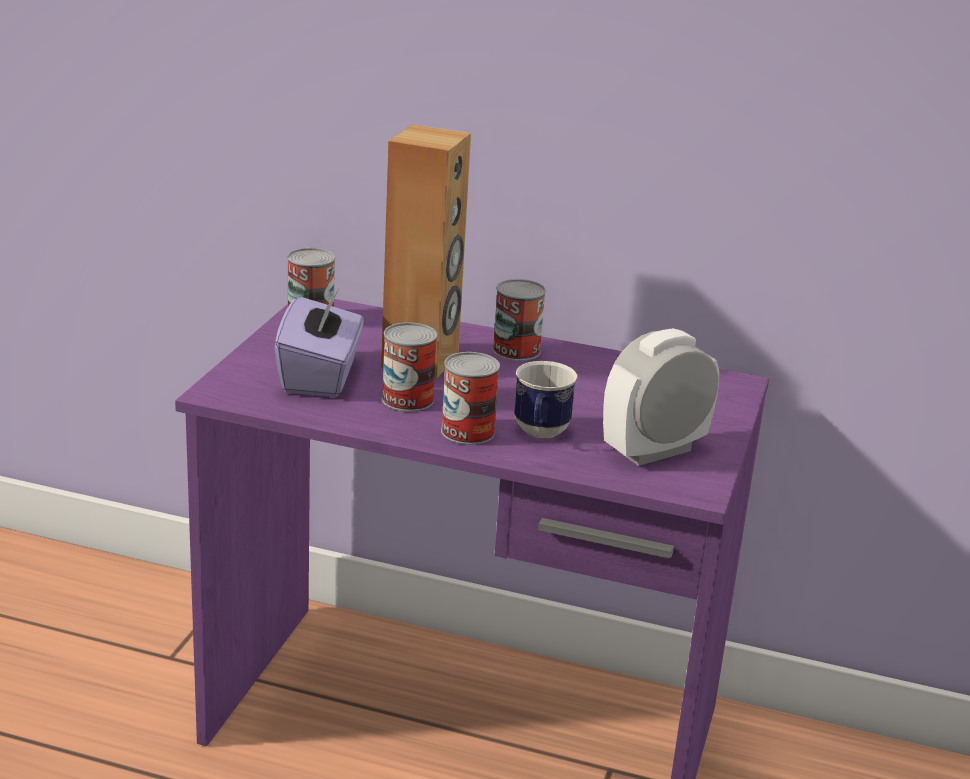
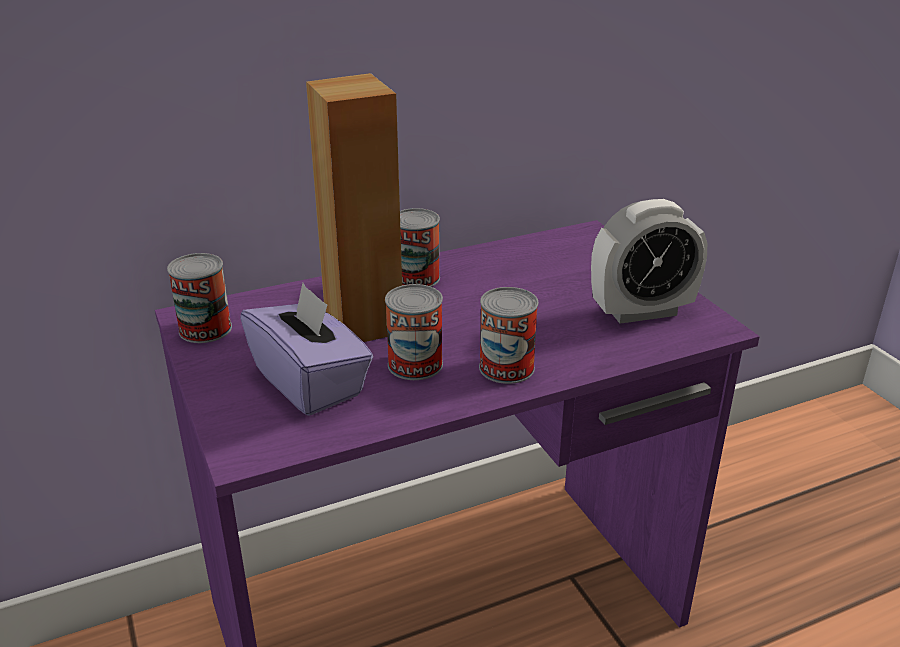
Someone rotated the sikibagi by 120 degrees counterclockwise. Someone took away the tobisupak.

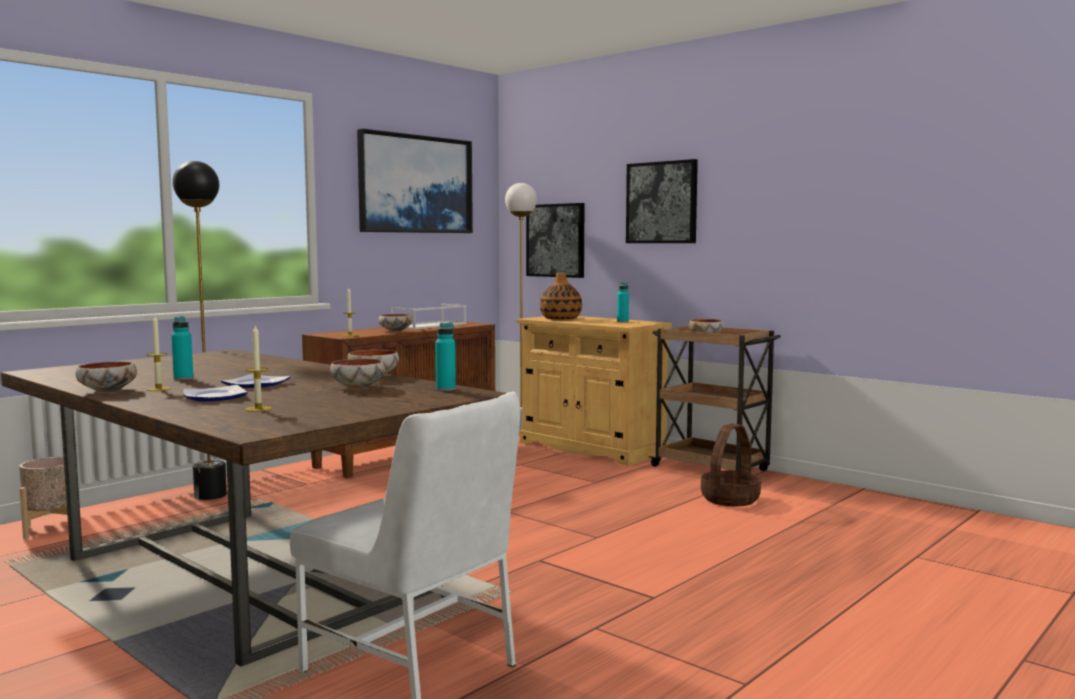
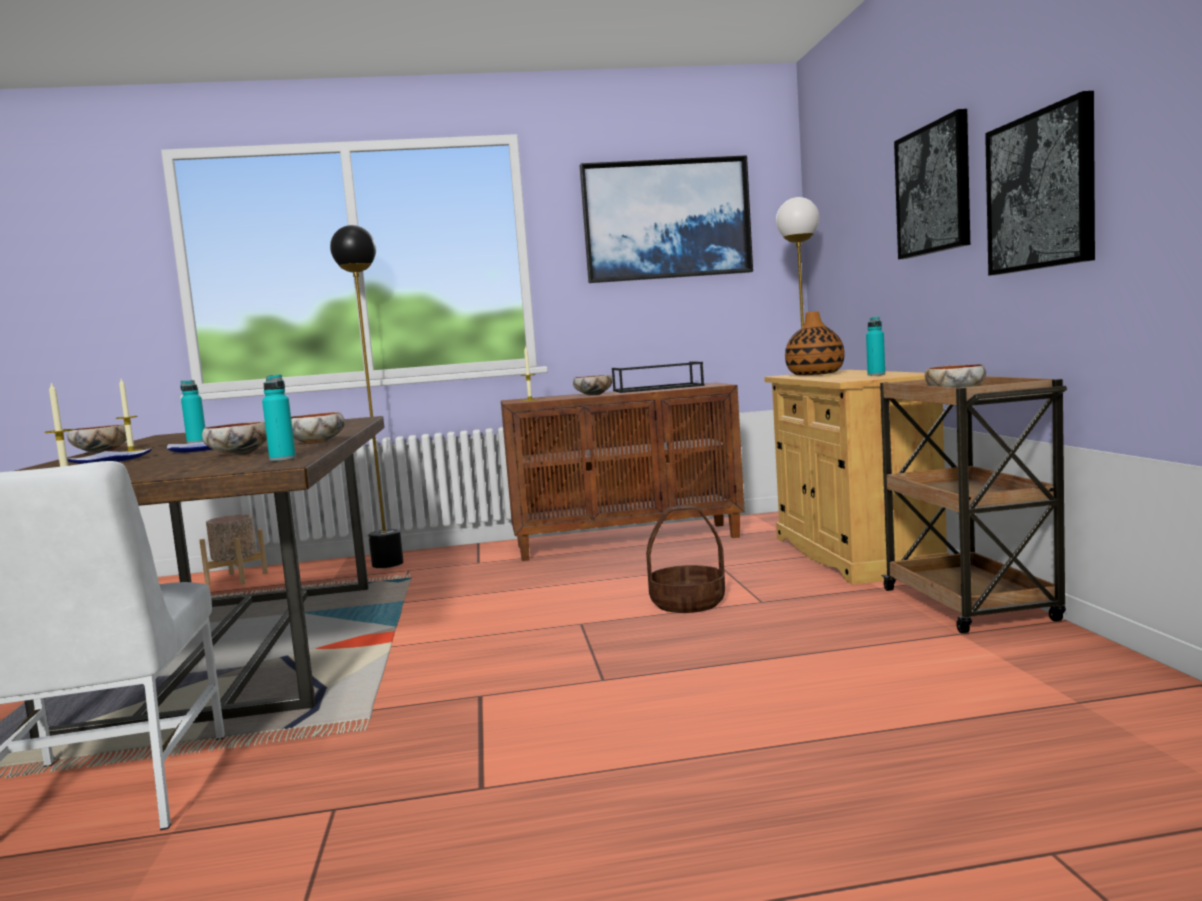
Someone carried the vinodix (2nd from left in the first image). Someone repainted the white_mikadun, which became the black_mikadun. Someone carried the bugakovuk.

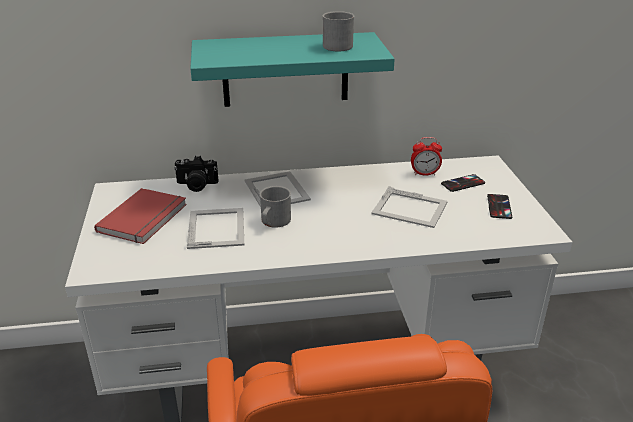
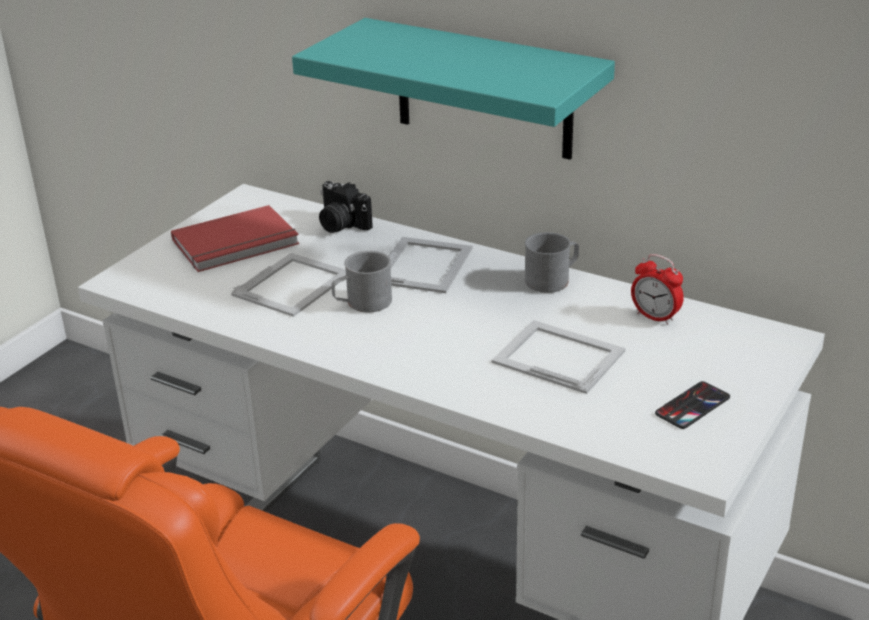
Someone carried the grey_tobisupak (2nd from left). Someone took away the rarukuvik (1st from left). Someone rotated the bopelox (3rd from left) by 150 degrees clockwise.

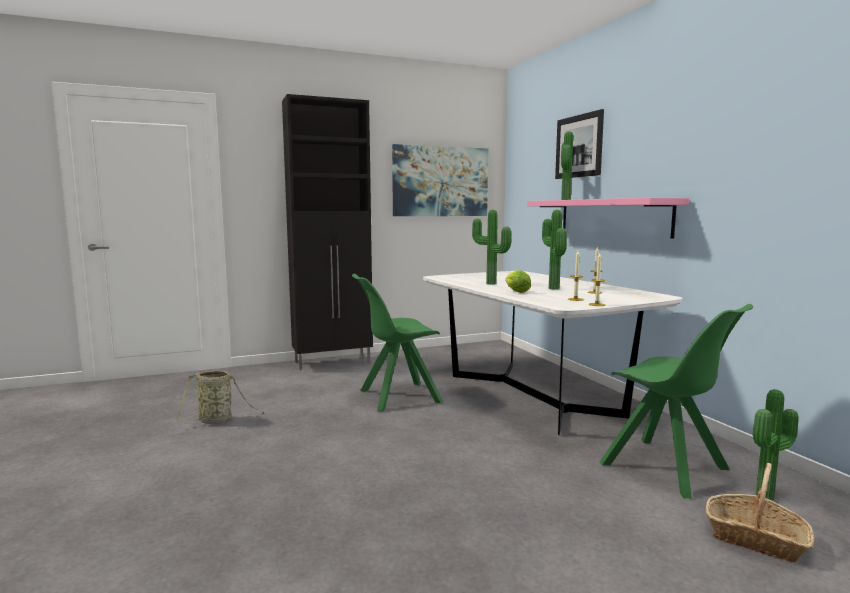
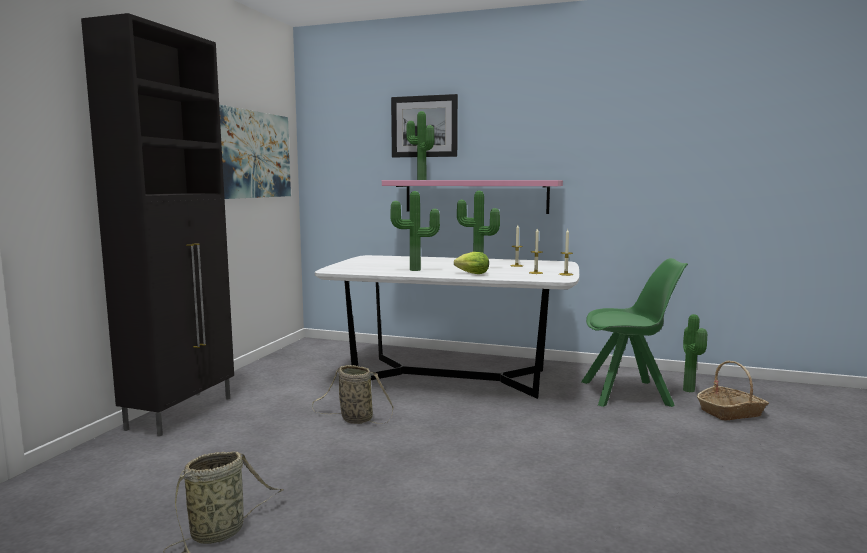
Someone swapped the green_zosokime (1st from left) for the bugakovuk (2nd from left).

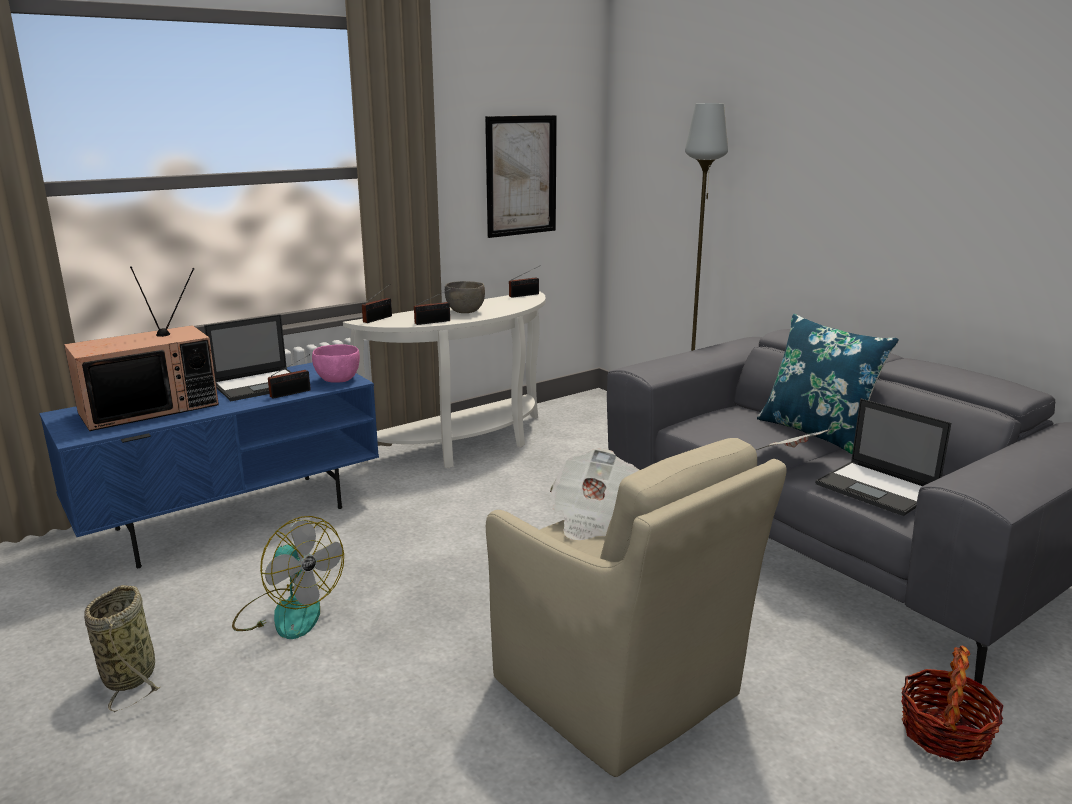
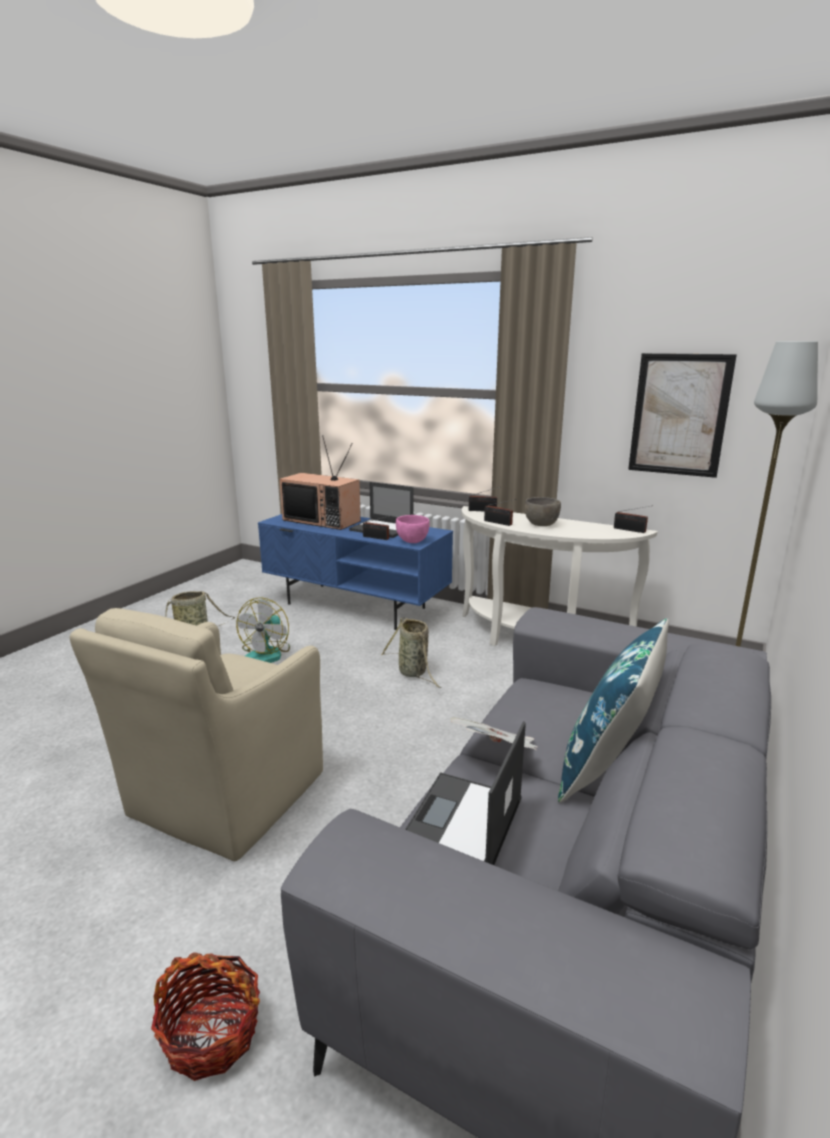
Someone took away the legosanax (1st from left). Someone put down the bugakovuk (3rd from left).

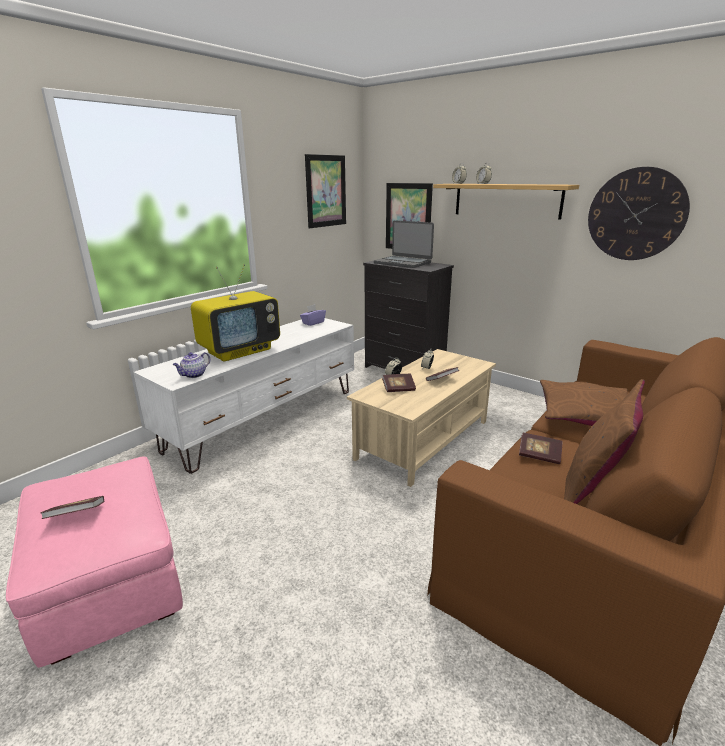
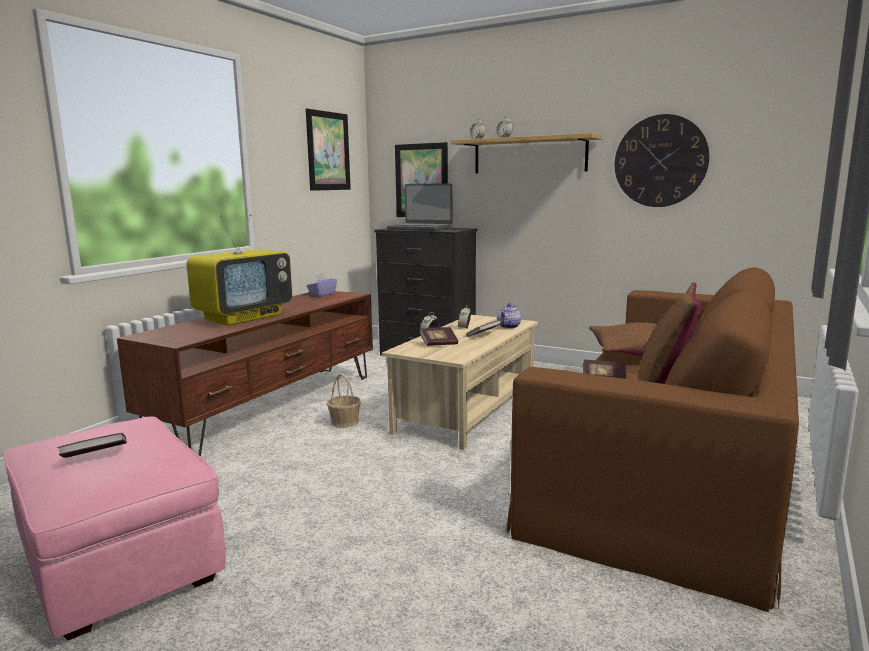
Someone repainted the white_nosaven, which became the brown_nosaven. Someone carried the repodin. Someone put down the bugakovuk.

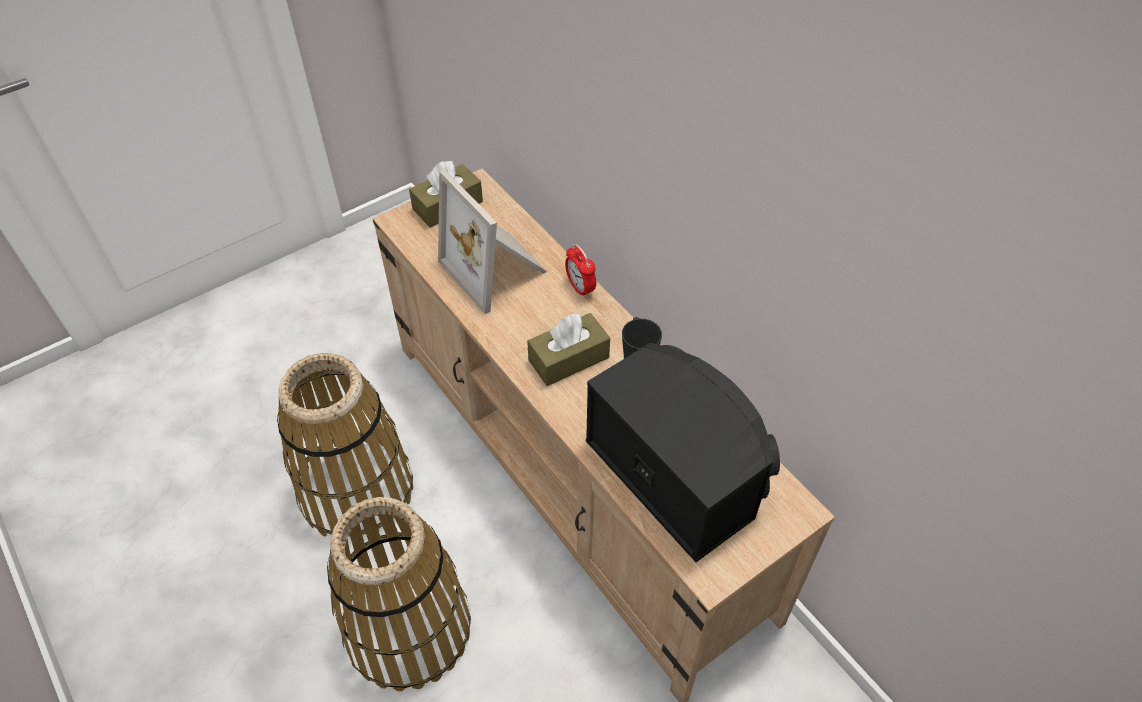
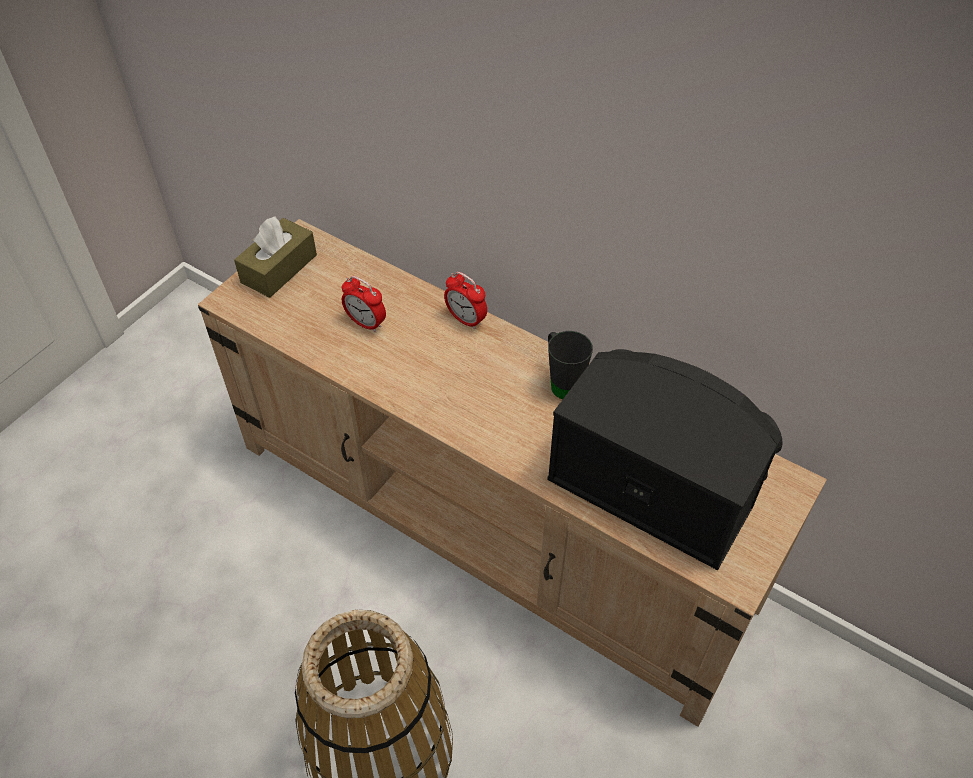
Someone swapped the bopelox for the sikibagi (1st from left). Someone took away the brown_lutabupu (2nd from left). Someone took away the bugakovuk (1st from left).

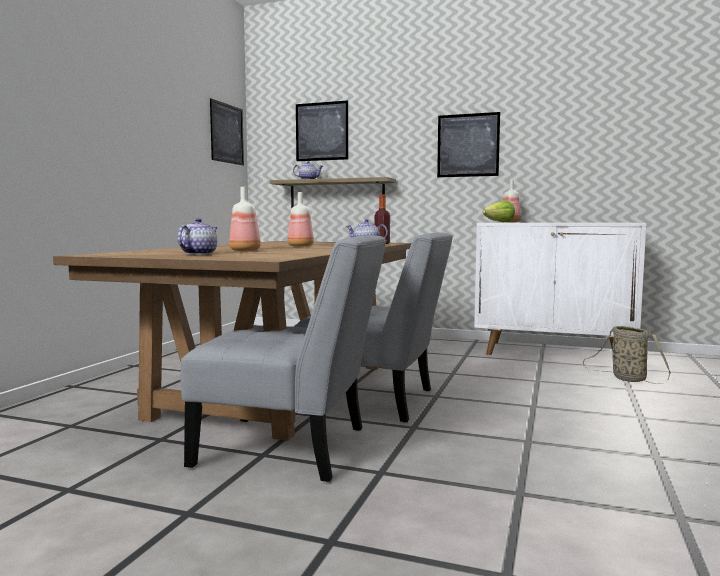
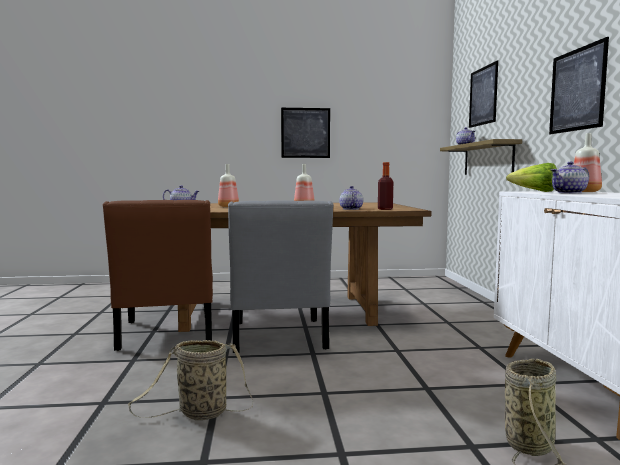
Someone carried the vinodix (1st from left). Someone repainted the grey_zosokime (1st from left), which became the brown_zosokime. Someone put down the repodin (4th from left). Someone put down the bugakovuk (1st from left).

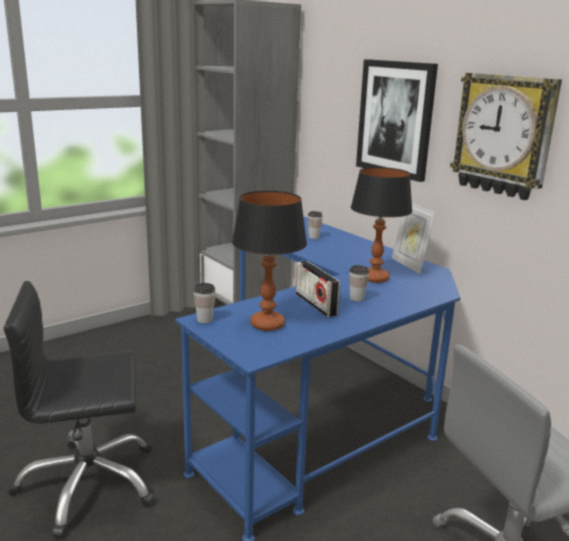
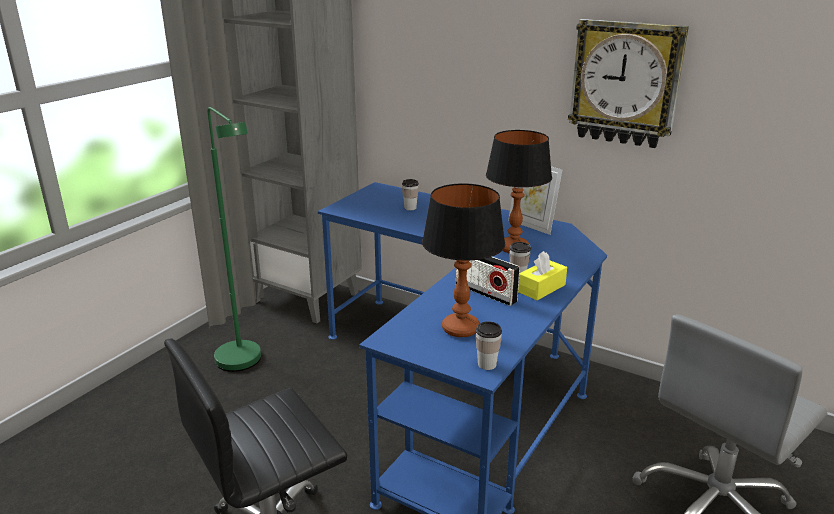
Someone took away the vinodix. Someone carried the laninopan (1st from left in the first image). Someone put down the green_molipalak. Someone put down the yellow_lutabupu.

